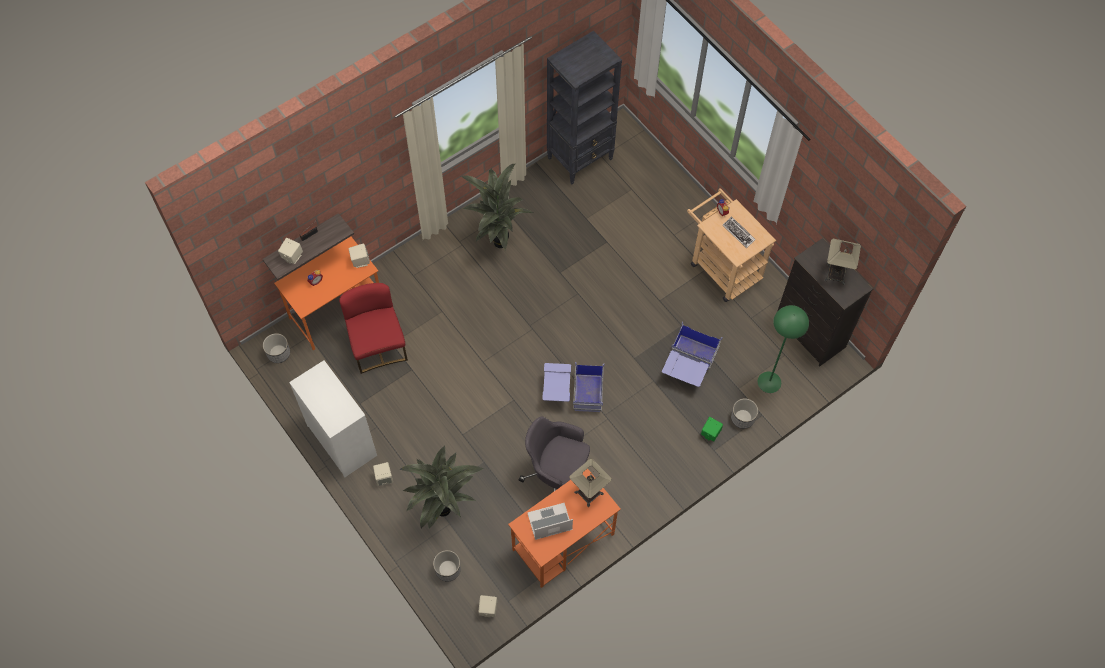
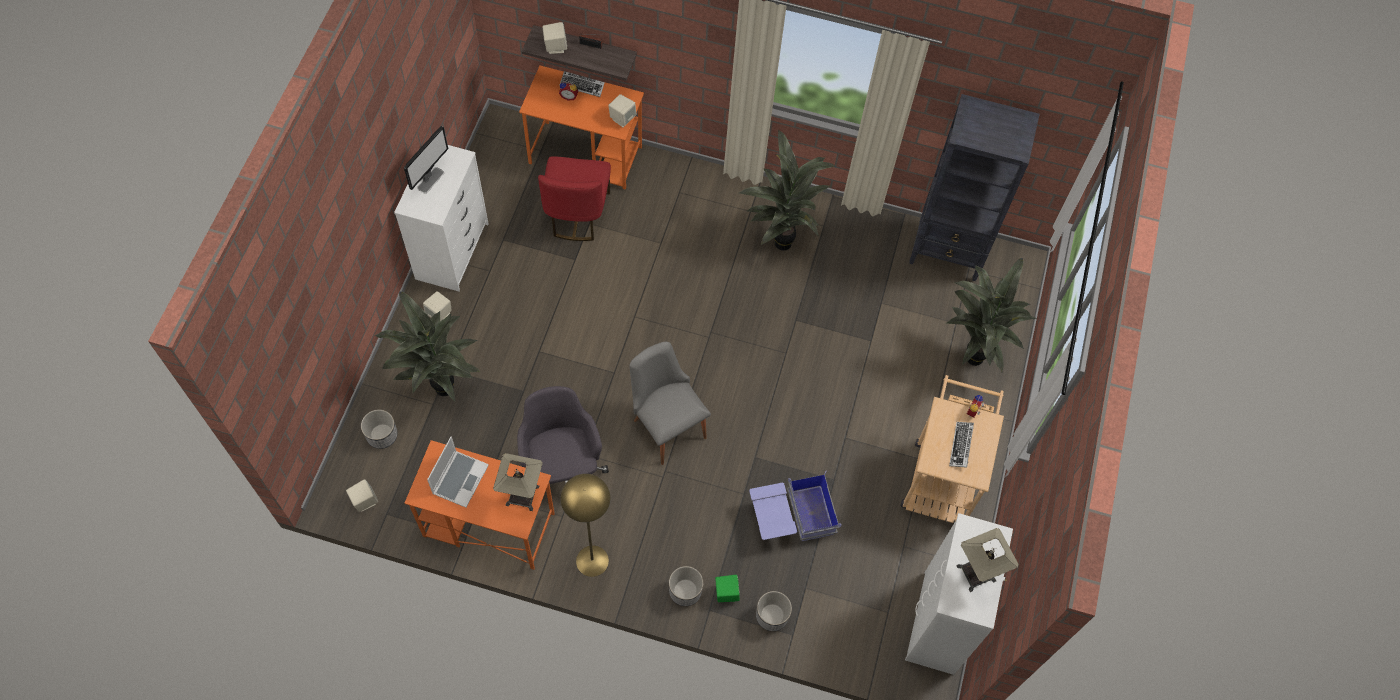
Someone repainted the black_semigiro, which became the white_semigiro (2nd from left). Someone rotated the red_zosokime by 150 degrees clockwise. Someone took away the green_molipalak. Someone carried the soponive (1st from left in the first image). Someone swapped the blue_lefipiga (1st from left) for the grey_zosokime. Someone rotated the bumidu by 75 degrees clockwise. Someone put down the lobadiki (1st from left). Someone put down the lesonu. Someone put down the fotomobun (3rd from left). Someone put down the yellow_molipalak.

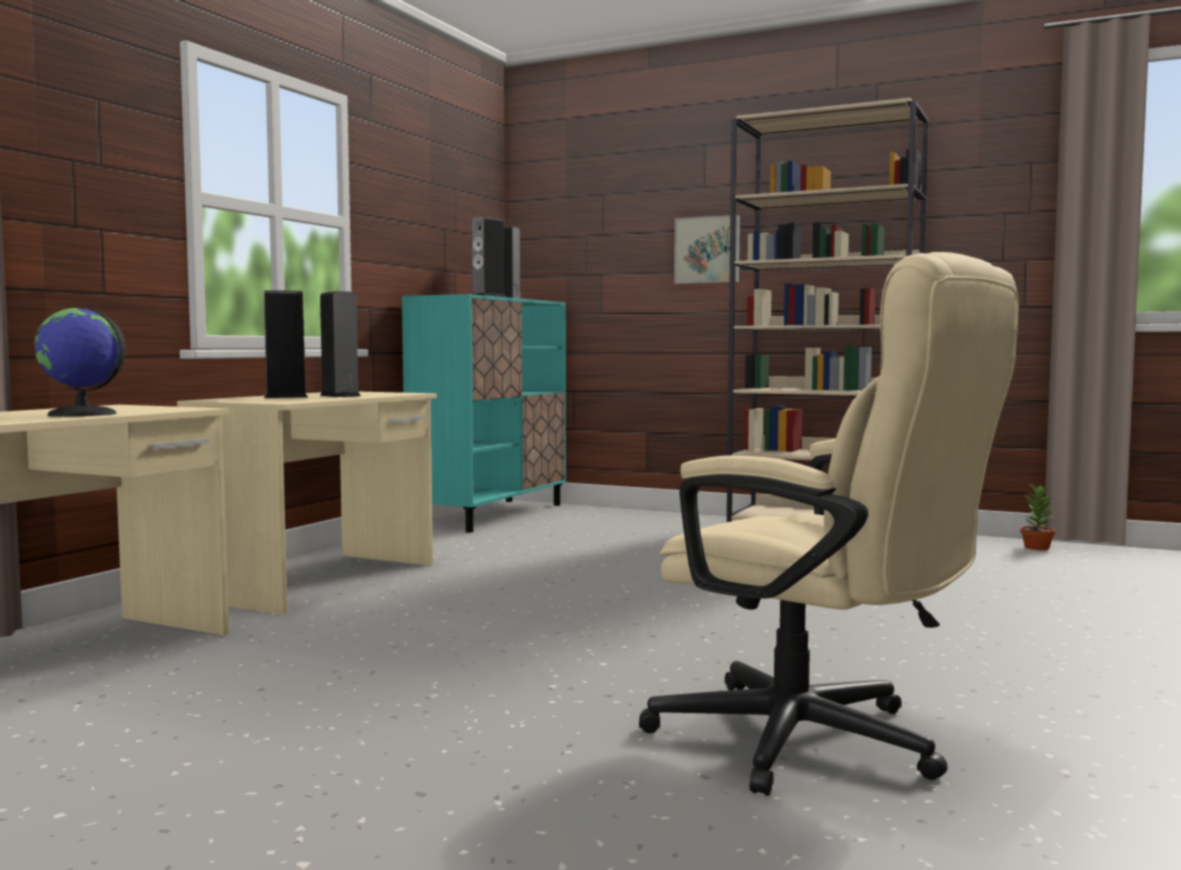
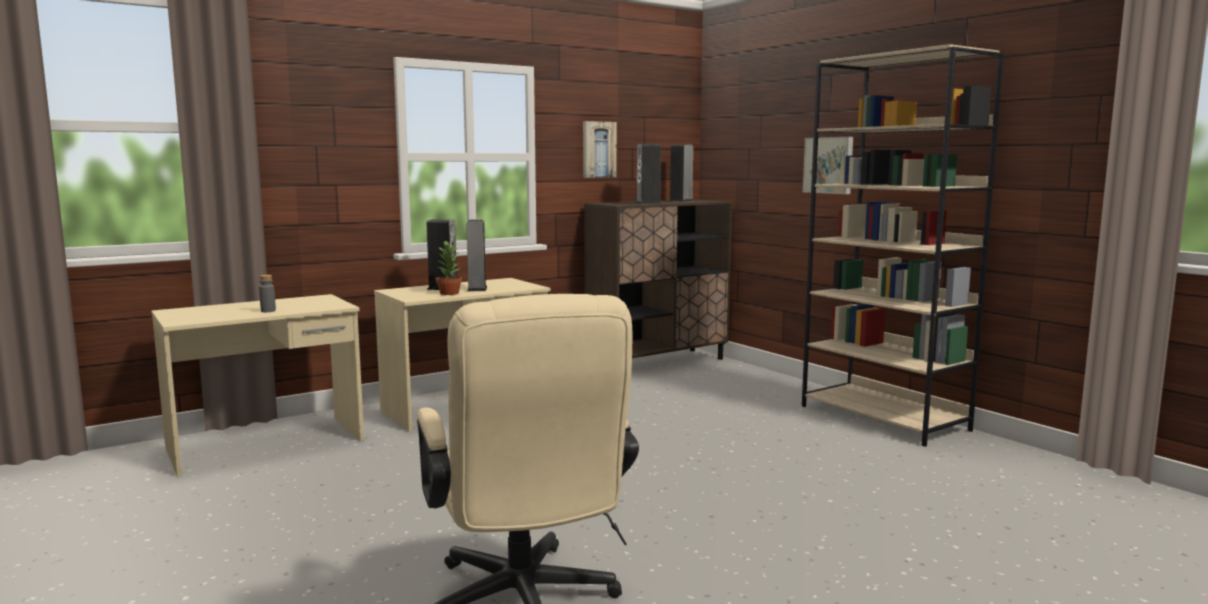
Someone repainted the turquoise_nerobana, which became the brown_nerobana. Someone swapped the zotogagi for the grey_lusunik. Someone carried the fotomobun. Someone put up the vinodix (1st from left).

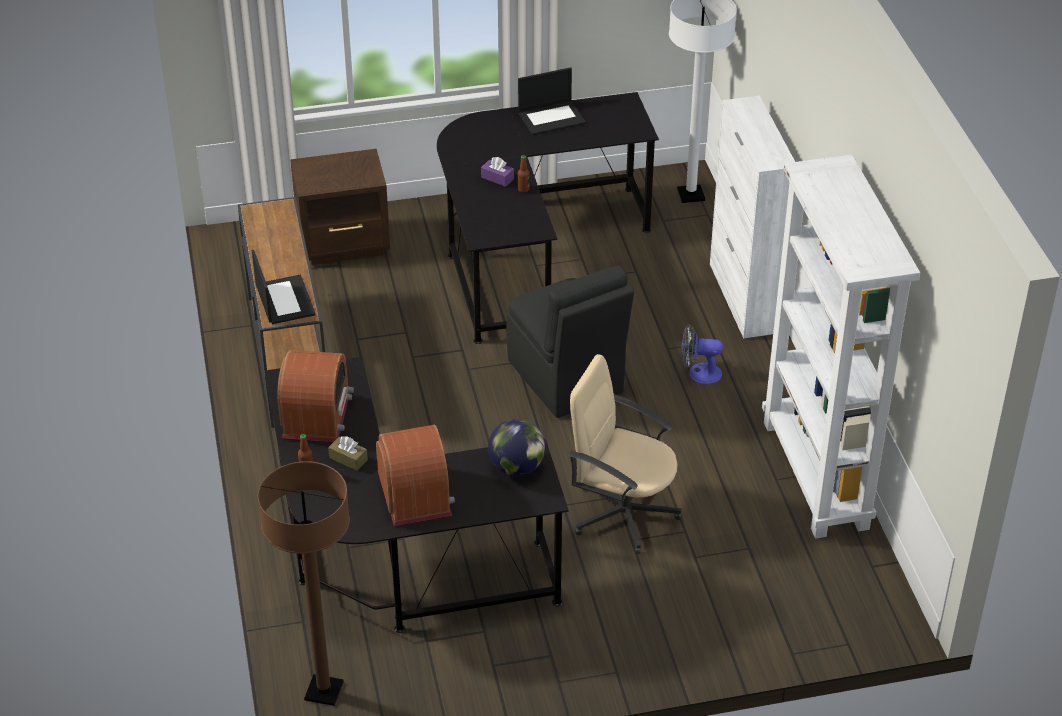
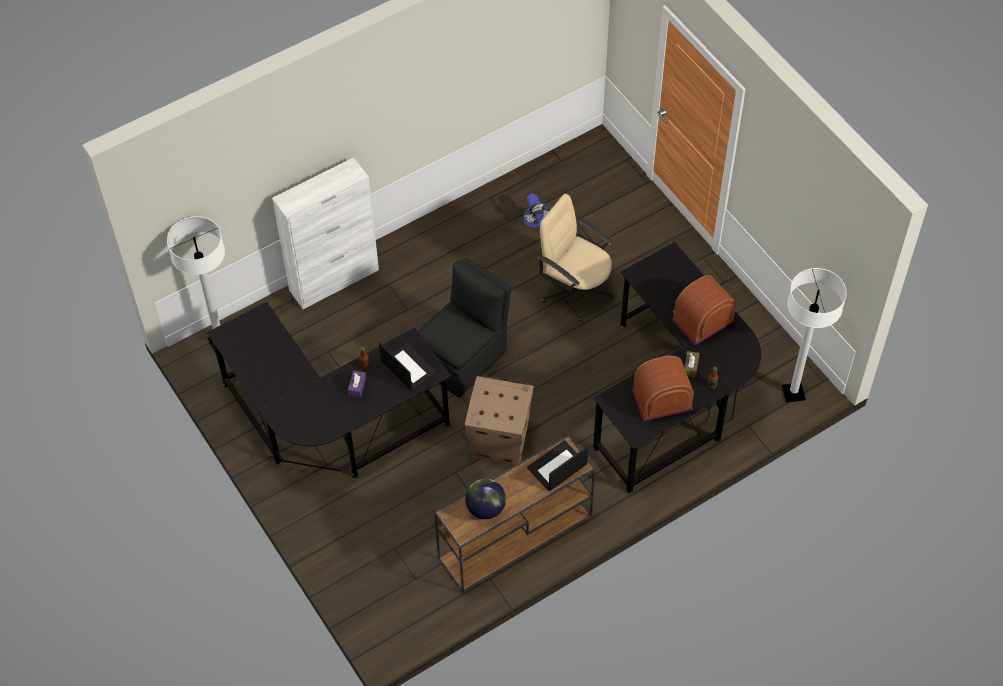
Someone carried the bumidu (2nd from left in the first image). Someone took away the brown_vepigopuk. Someone took away the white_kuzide. Someone carried the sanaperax. Someone rotated the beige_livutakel by 120 degrees clockwise. Someone carried the zotogagi. Someone repainted the brown_molipalak, which became the white_molipalak (2nd from left). Someone put down the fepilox.

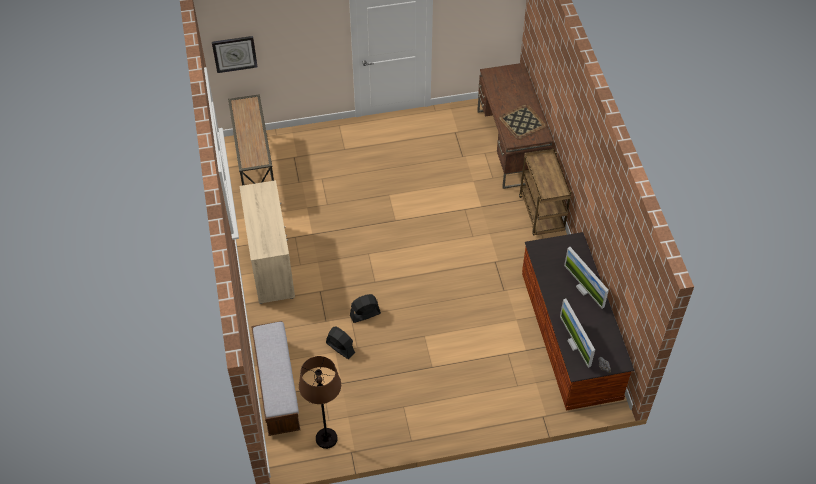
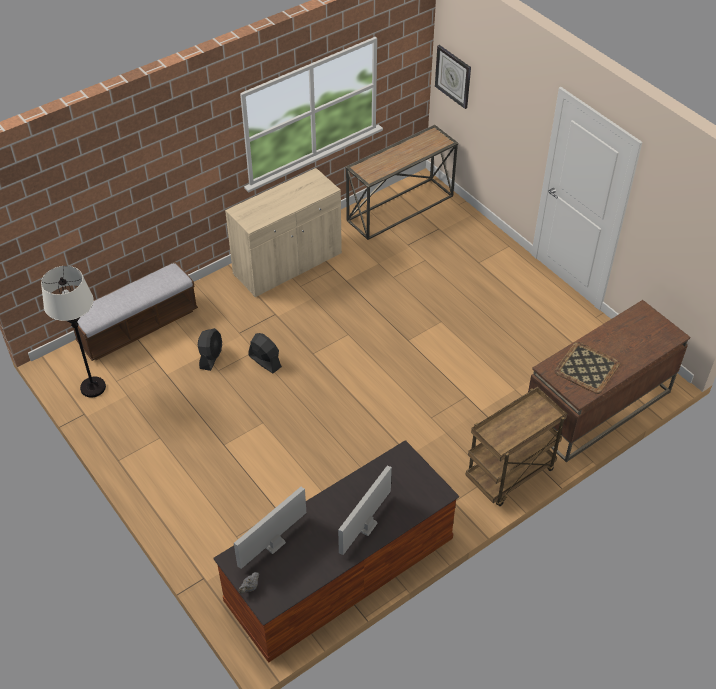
Someone repainted the brown_molipalak, which became the white_molipalak.

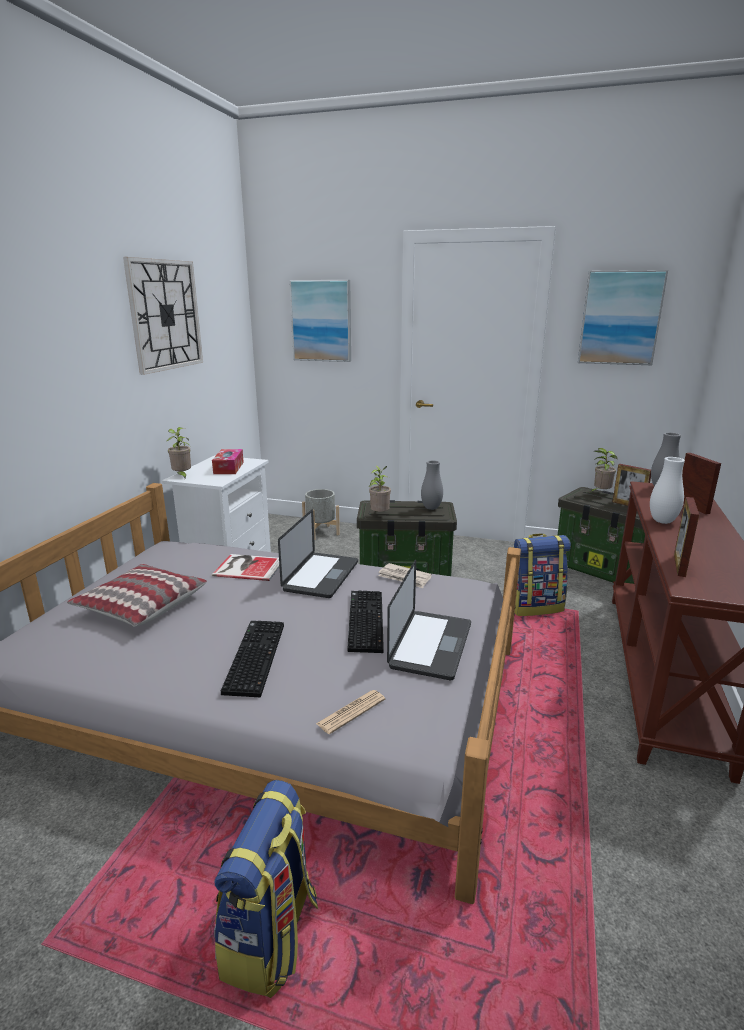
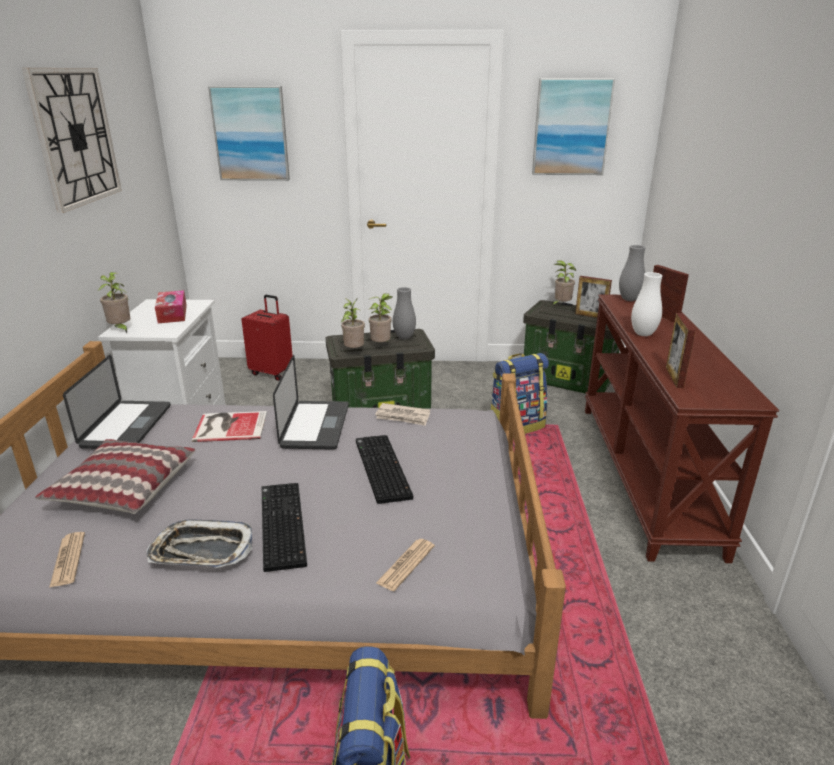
Someone swapped the grey_soponive for the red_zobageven. Someone carried the bumidu (2nd from left in the first image). Someone put down the fotomobun (3rd from left). Someone put down the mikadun. Someone put down the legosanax (1st from left).

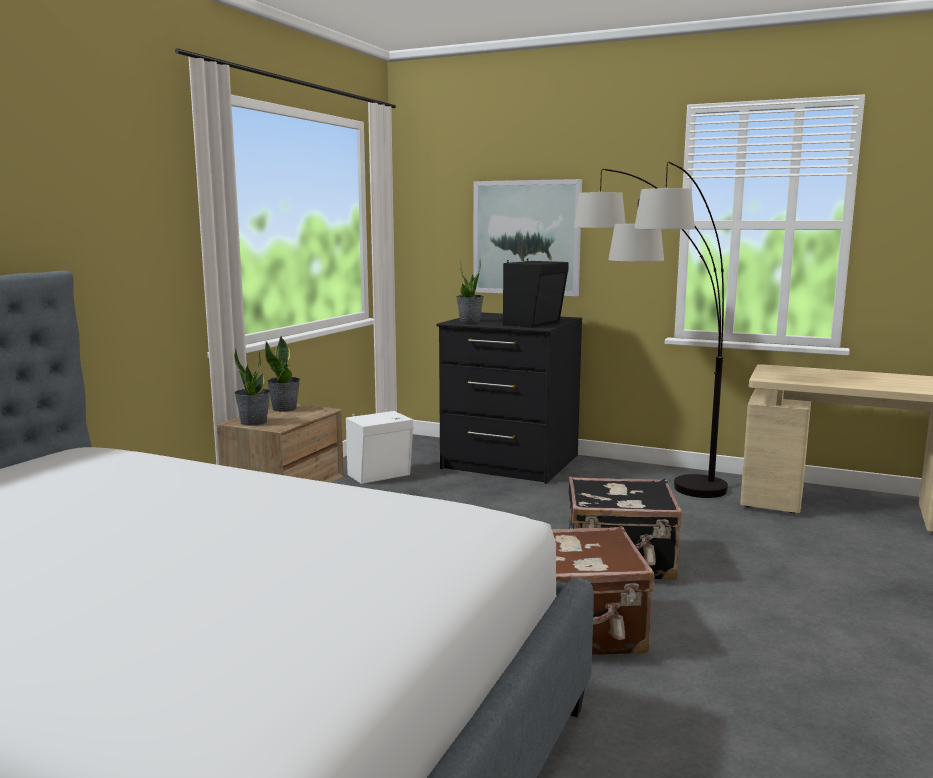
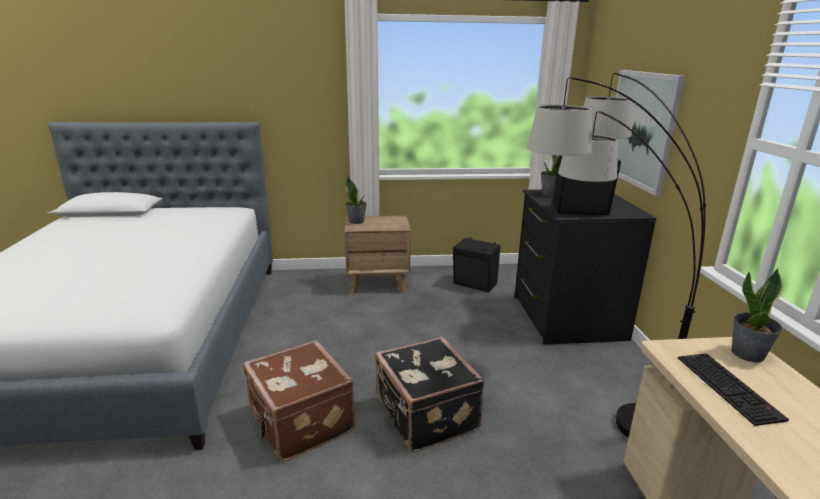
Someone carried the fotomobun (2nd from left in the first image). Someone repainted the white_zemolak, which became the black_zemolak (1st from left). Someone put down the lobadiki.

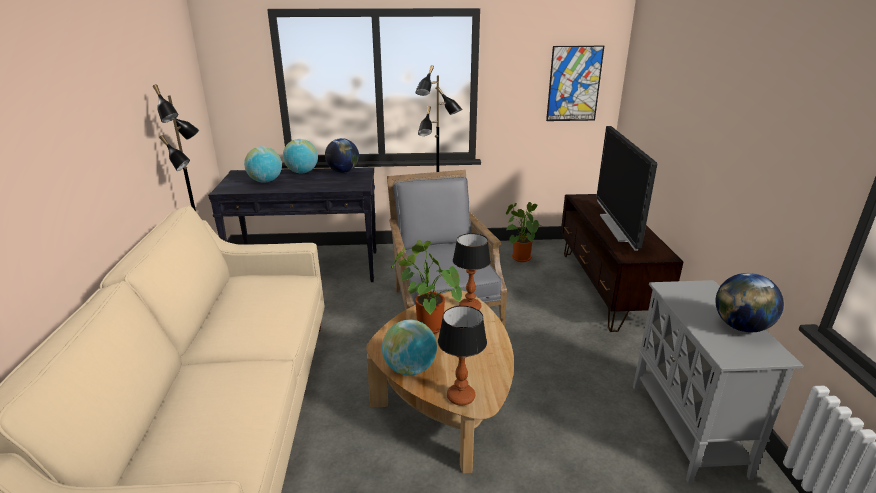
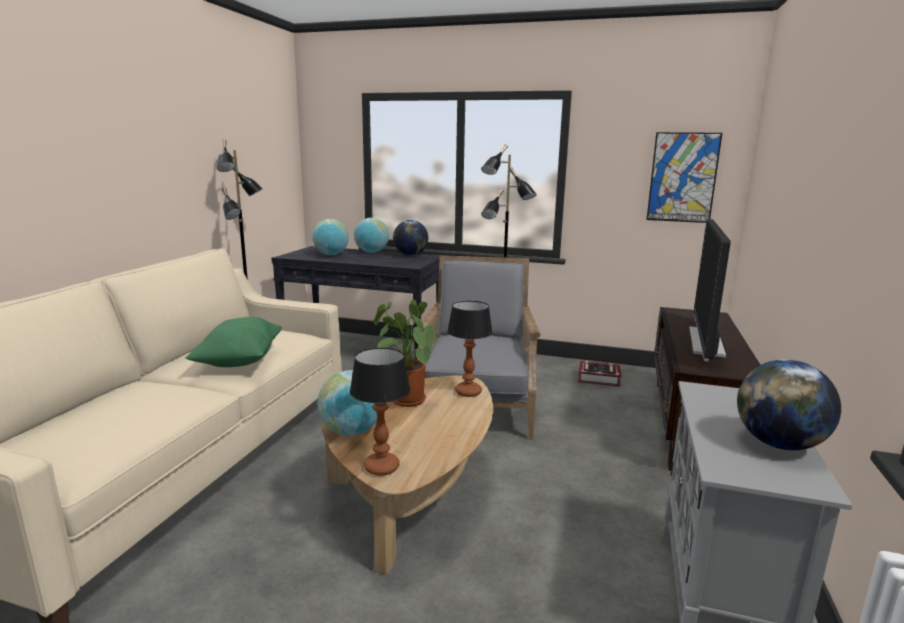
Someone swapped the fotomobun (2nd from left) for the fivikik. Someone put down the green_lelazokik.

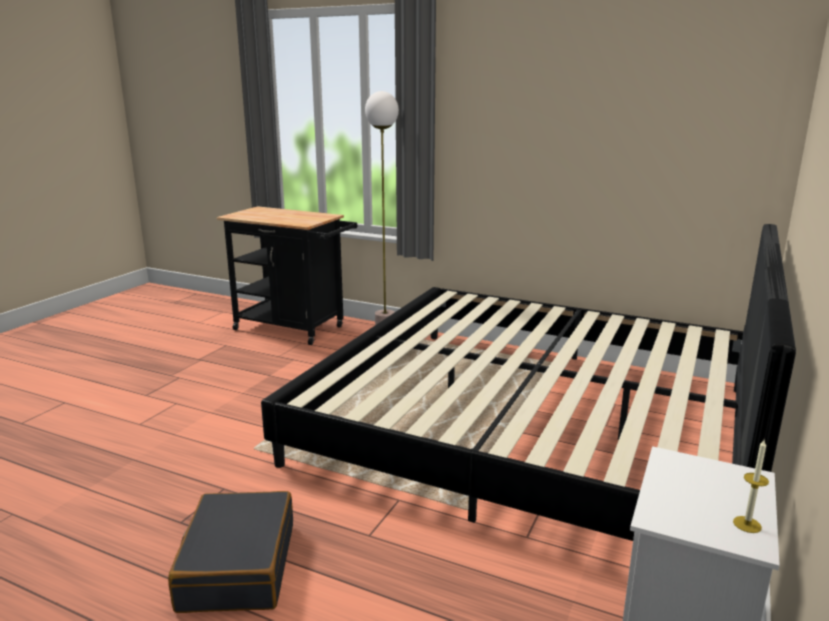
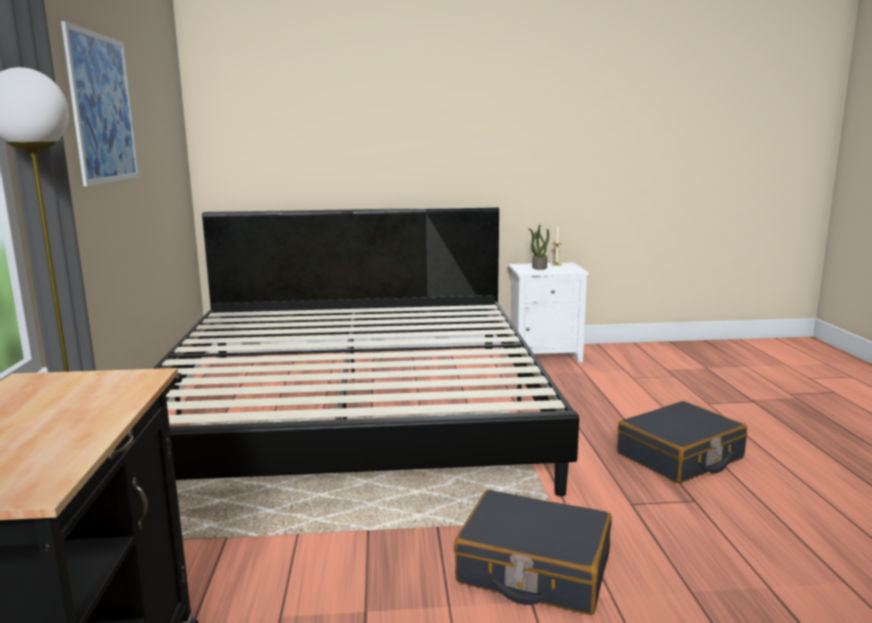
Someone put up the vinodix. Someone put down the fotomobun. Someone put down the black_zobageven (1st from left).

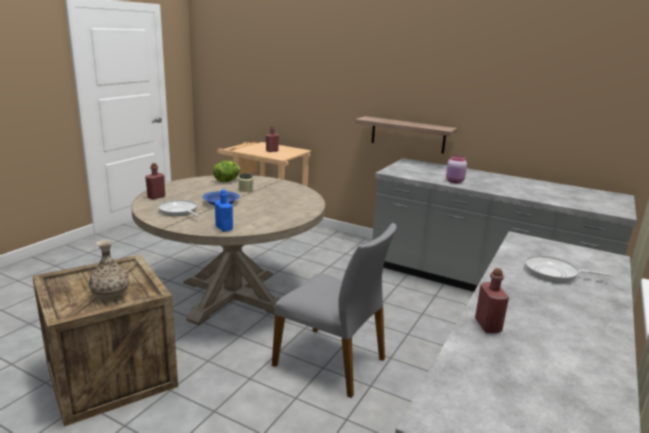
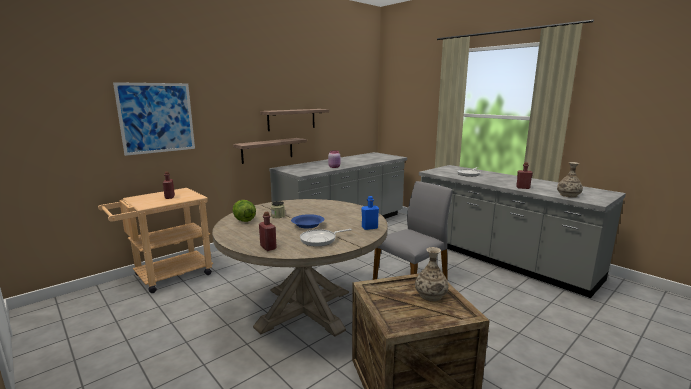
Someone put up the vinodix. Someone put up the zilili (2nd from left). Someone put down the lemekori (2nd from left).

